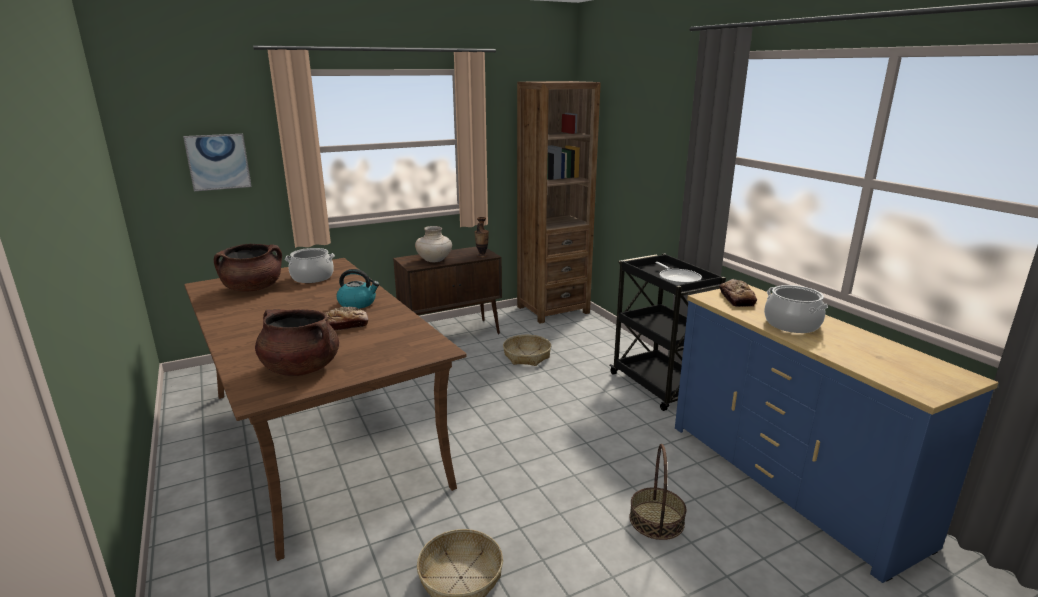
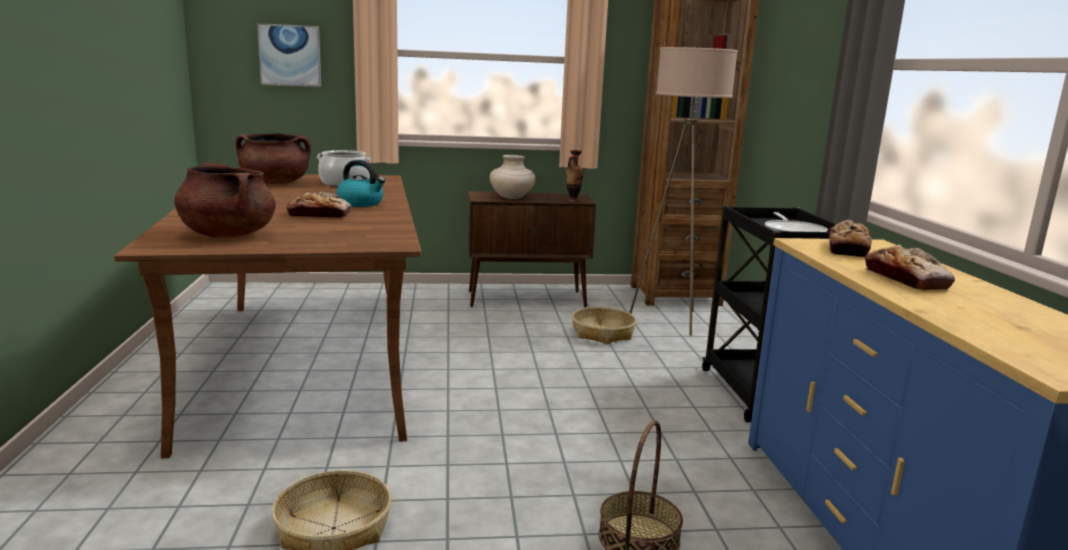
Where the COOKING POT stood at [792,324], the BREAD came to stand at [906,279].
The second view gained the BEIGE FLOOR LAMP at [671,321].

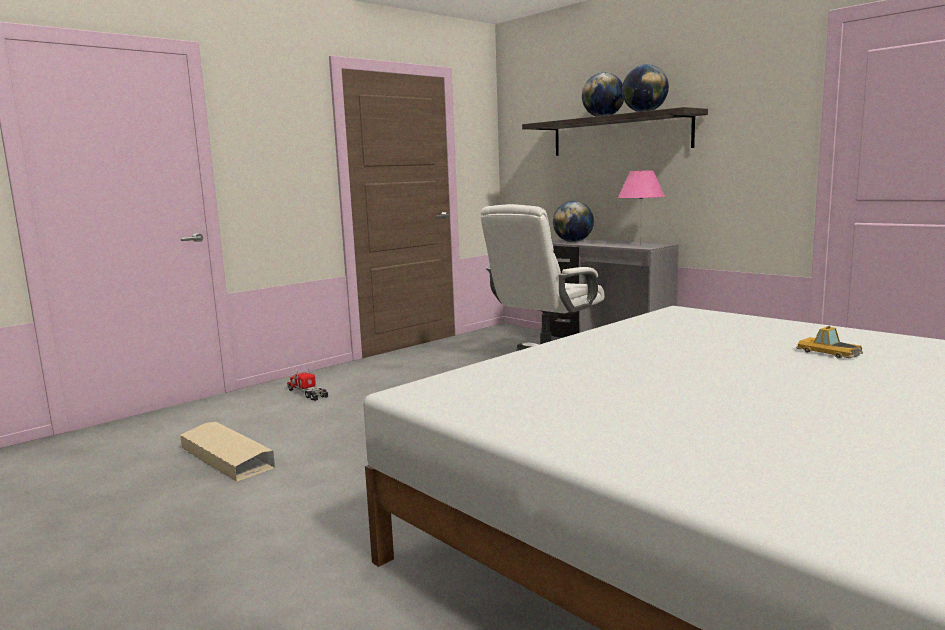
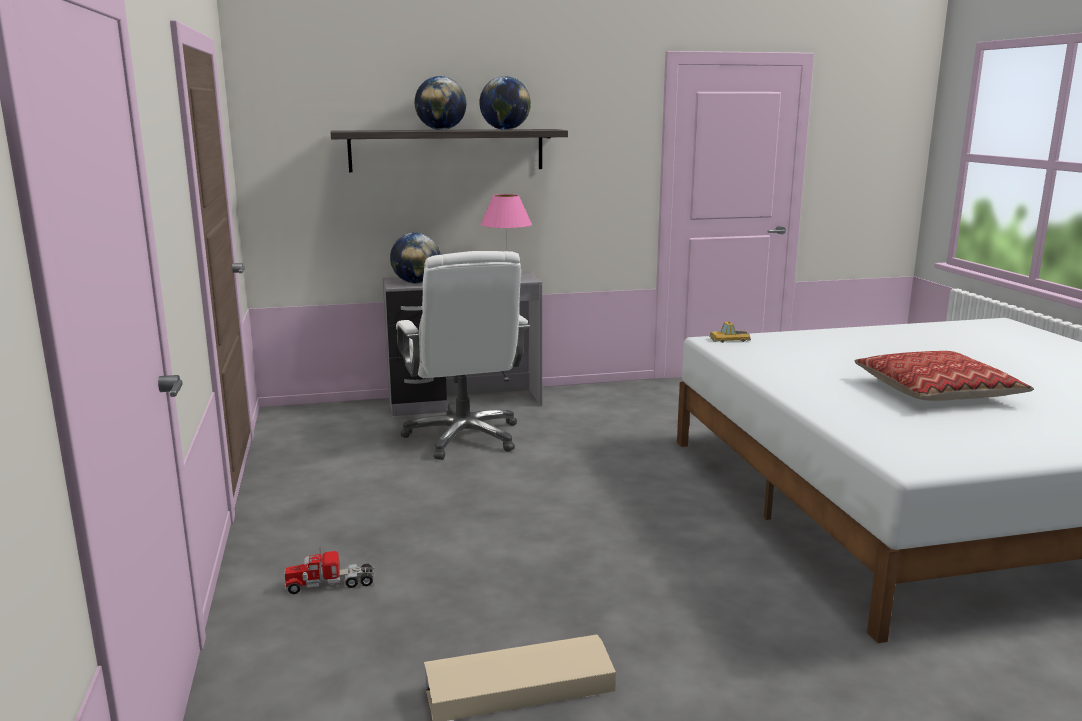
The TOY CAR ended up elsewhere, having gone from [828,352] to [729,339].
The second view gained the PILLOW at [937,391].

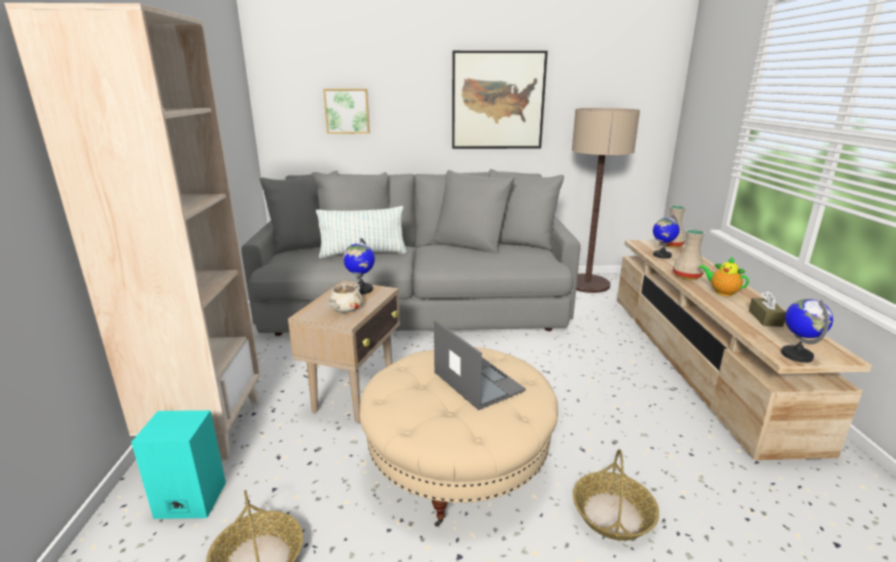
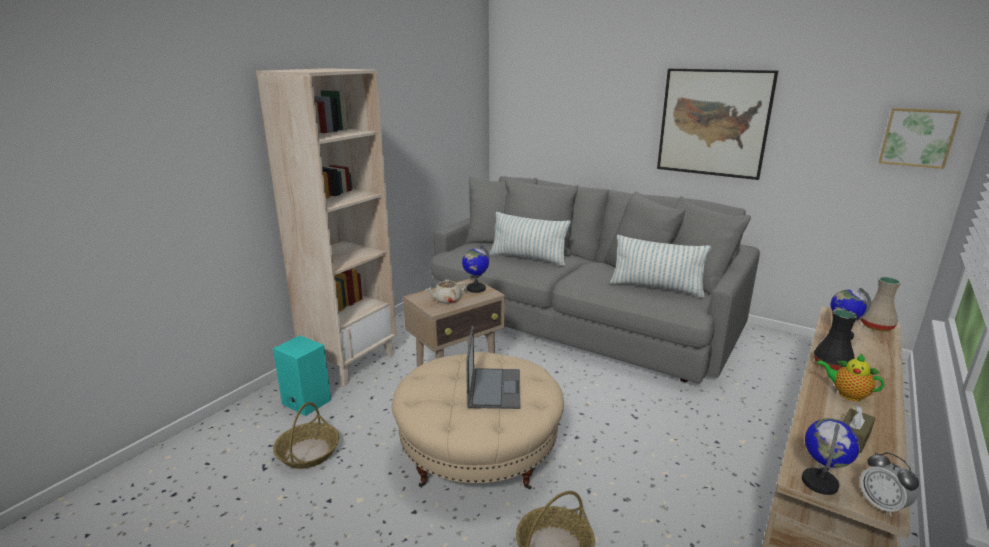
The PICTURE ended up elsewhere, having gone from [347,111] to [917,137].
The second view lost the FLOOR LAMP at [587,284].
What was the BEIGE VASE at [686,276] turned into the BLACK VASE at [831,365].
The TEAPOT at [721,292] ended up facing another way, 45 degrees counterclockwise from before.
The second view gained the PILLOW at [656,288].
The second view gained the ALARM CLOCK at [881,505].

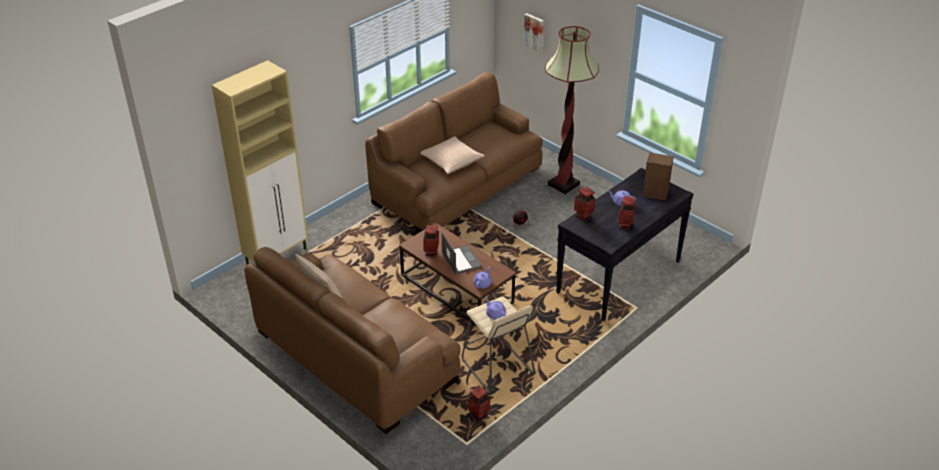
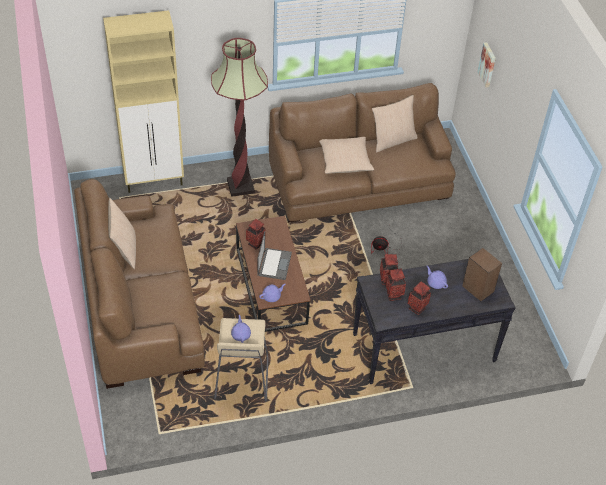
The FLOOR LAMP ended up elsewhere, having gone from [563,184] to [240,187].
The VASE ended up elsewhere, having gone from [479,415] to [393,295].
The second view gained the BEIGE PILLOW at [392,140].

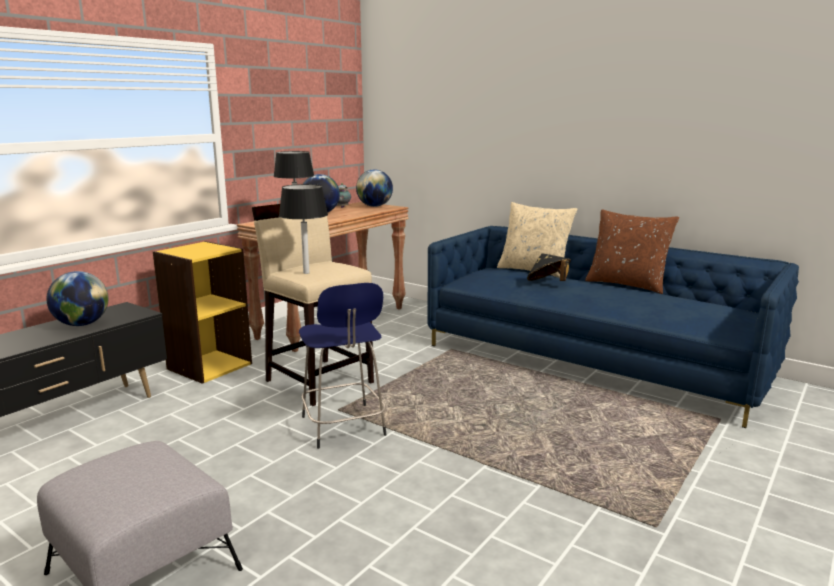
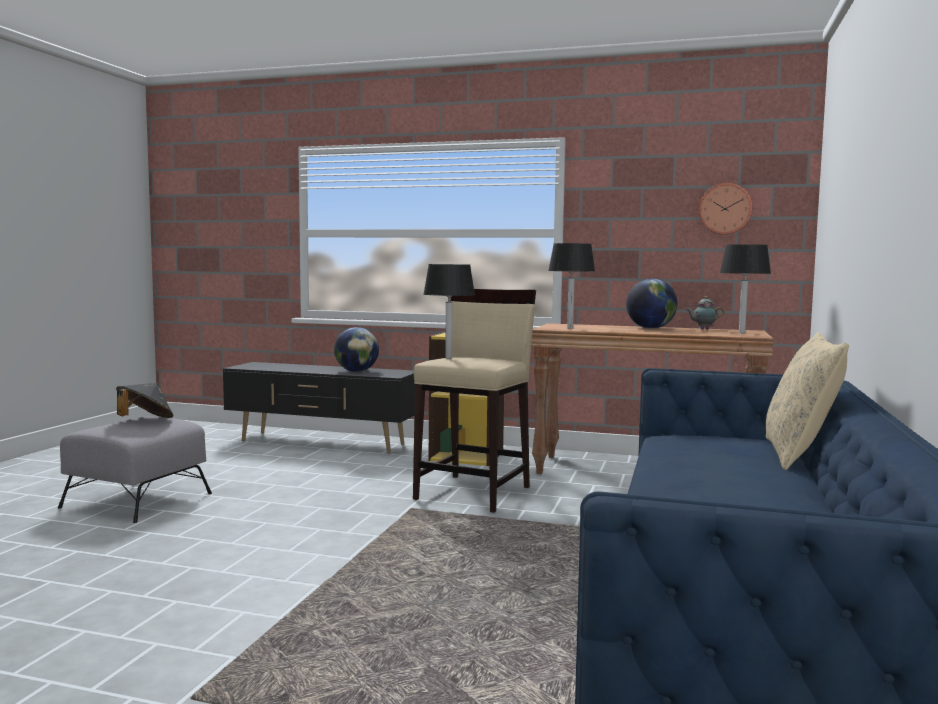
Where the GLOBE stood at [374,206], the BLACK TABLE LAMP came to stand at [741,333].
The second view lost the BROWN PILLOW at [627,284].
The BLACK HAT ended up elsewhere, having gone from [548,283] to [145,421].
The second view lost the BLUE STOOL at [344,427].
The second view gained the WALL CLOCK at [725,209].

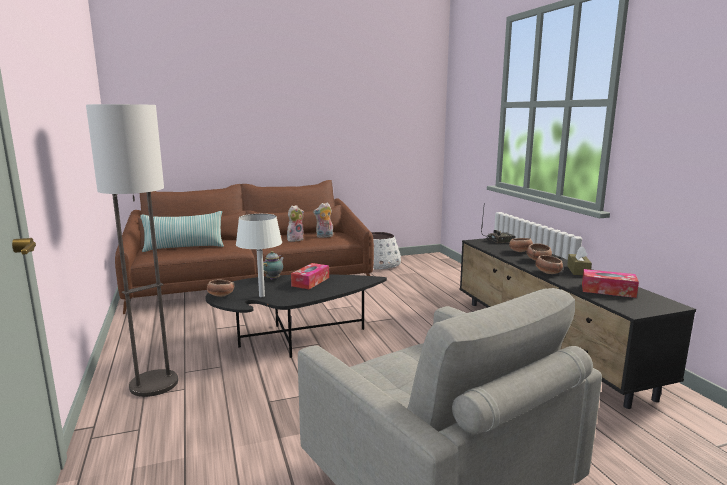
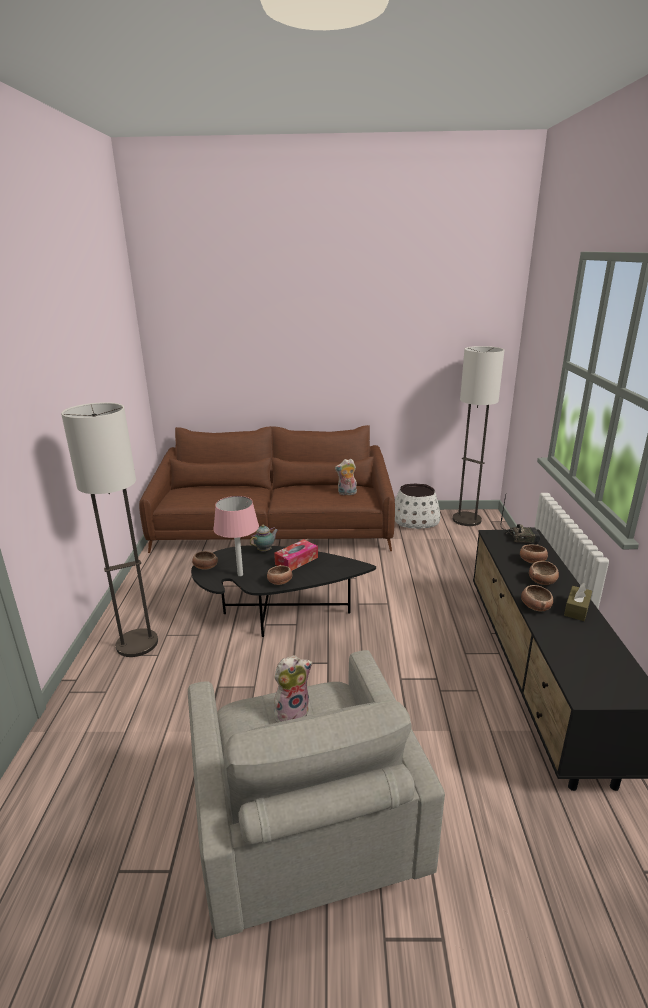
The PLUSH TOY ended up elsewhere, having gone from [295,239] to [292,711].
The second view lost the PILLOW at [184,248].
What was the WHITE TABLE LAMP at [261,296] turned into the PINK TABLE LAMP at [240,575].
The second view lost the TISSUE BOX at [608,290].
The second view gained the FLOOR LAMP at [467,520].
The second view gained the BOWL at [280,582].

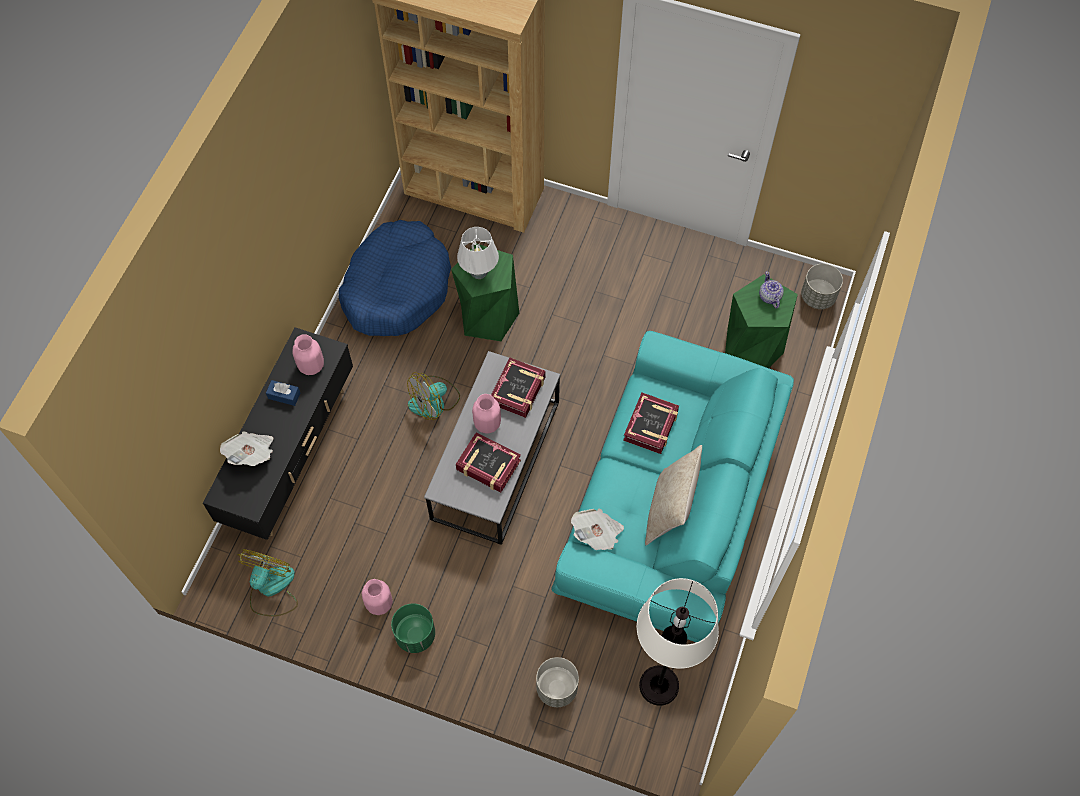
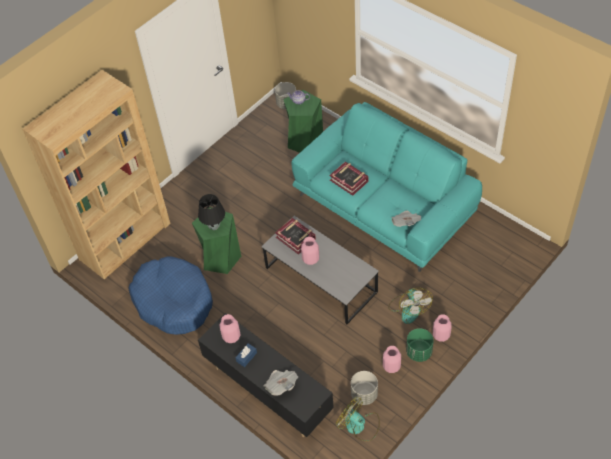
What was the WHITE TABLE LAMP at [479,273] turned into the BLACK TABLE LAMP at [214,226].
The FAN ended up elsewhere, having gone from [434,402] to [408,308].
The second view lost the BOOK at [488,465].
The second view lost the BEIGE PILLOW at [669,510].
The second view lost the WHITE FLOOR LAMP at [659,686].
The GREY PLANTER ended up elsewhere, having gone from [557,688] to [364,394].
The second view gained the PINK VASE at [441,335].

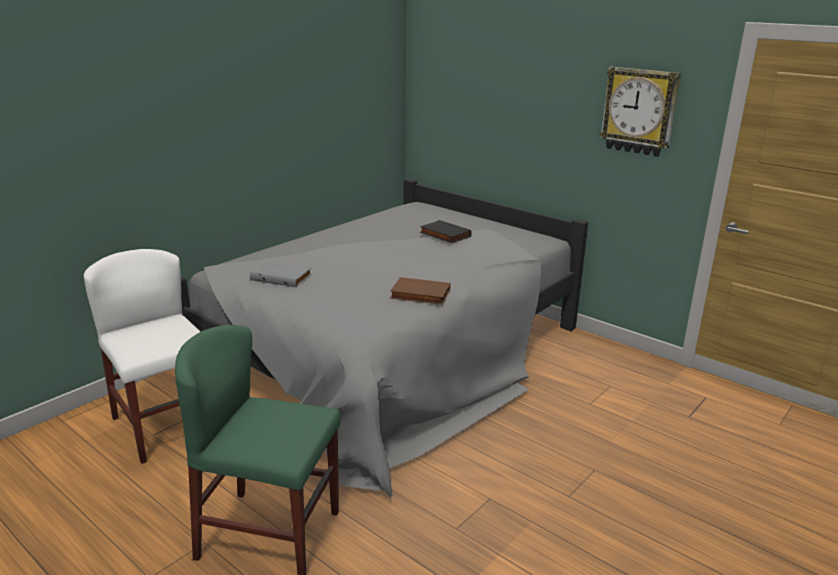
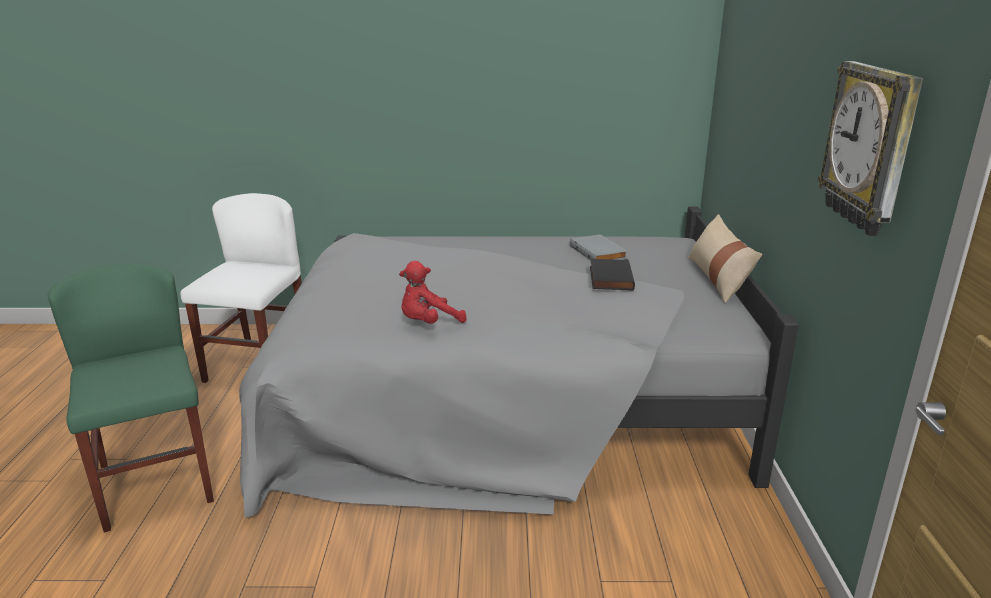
The GREY BOOK ended up elsewhere, having gone from [282,277] to [599,252].
Where the BROWN BOOK stood at [419,295], the RED PLUSH TOY came to stand at [428,323].
The second view gained the BEIGE PILLOW at [718,279].

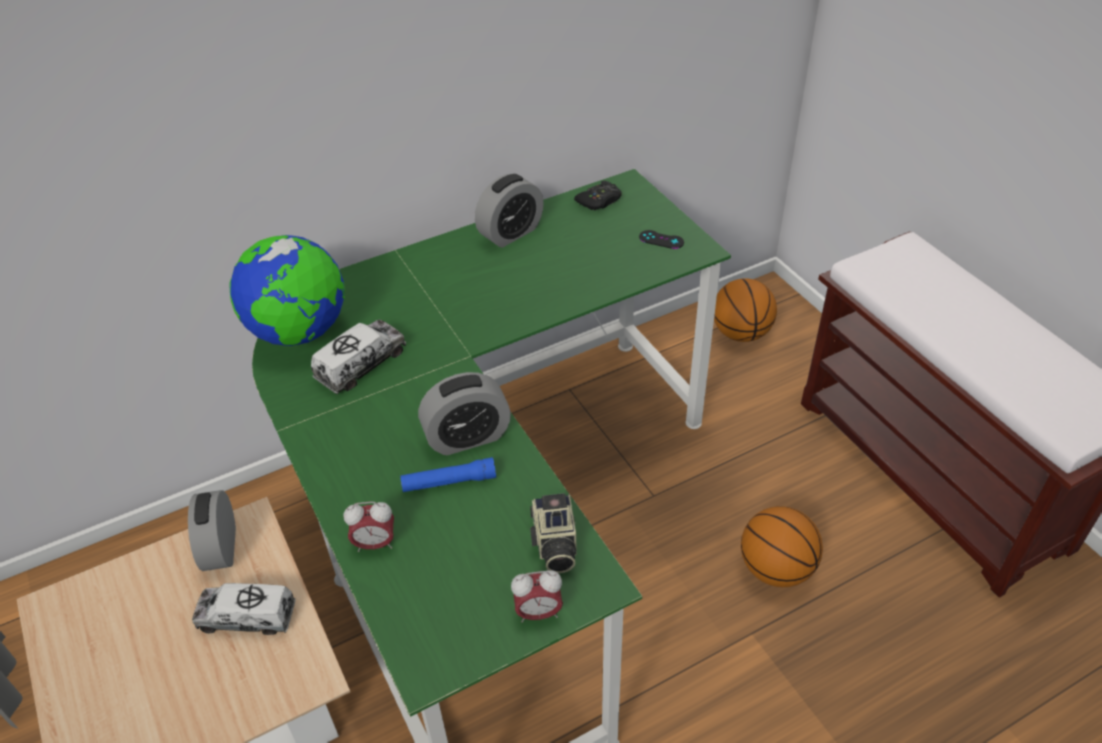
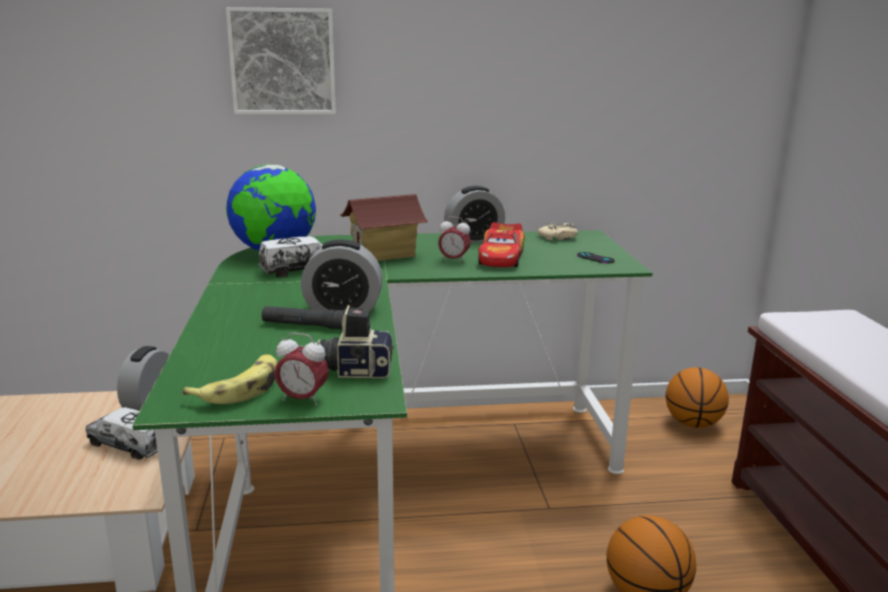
What was the BLACK GAME CONTROLLER at [599,201] turned into the BEIGE GAME CONTROLLER at [558,237].
What was the BLUE FLASHLIGHT at [449,482] turned into the BLACK FLASHLIGHT at [304,325].
The PHOTO CAMERA at [554,545] ended up facing another way, 75 degrees clockwise from before.
The ALARM CLOCK ended up elsewhere, having gone from [375,544] to [453,260].
The second view gained the PICTURE at [283,61].
The second view gained the TOY HOUSE at [384,254].
The second view gained the TOY CAR at [502,258].
The second view gained the BANANA at [240,388].

